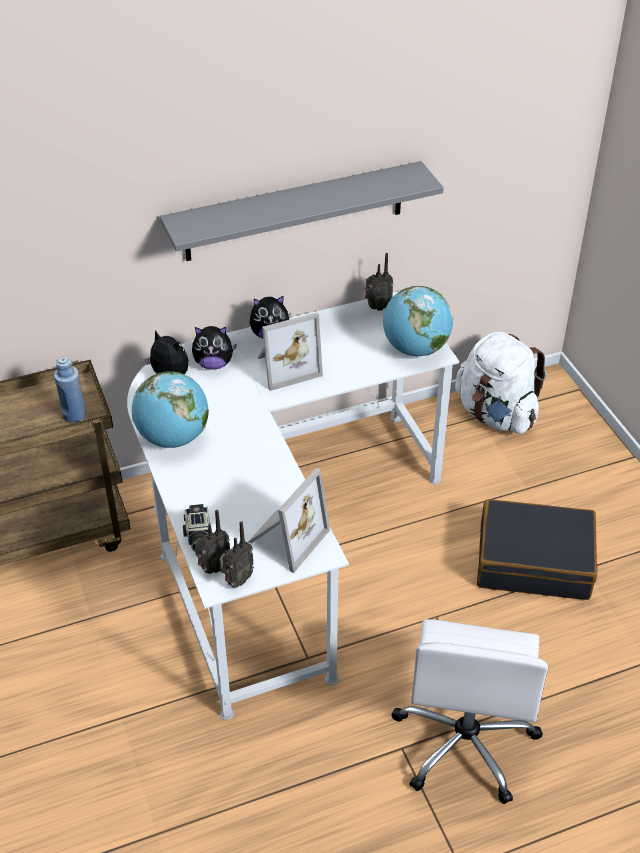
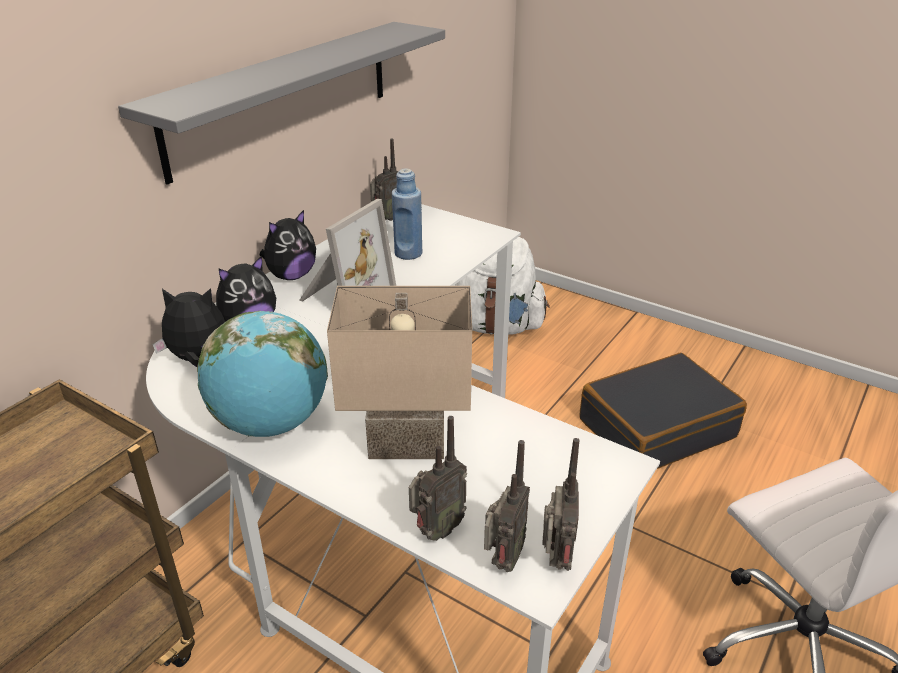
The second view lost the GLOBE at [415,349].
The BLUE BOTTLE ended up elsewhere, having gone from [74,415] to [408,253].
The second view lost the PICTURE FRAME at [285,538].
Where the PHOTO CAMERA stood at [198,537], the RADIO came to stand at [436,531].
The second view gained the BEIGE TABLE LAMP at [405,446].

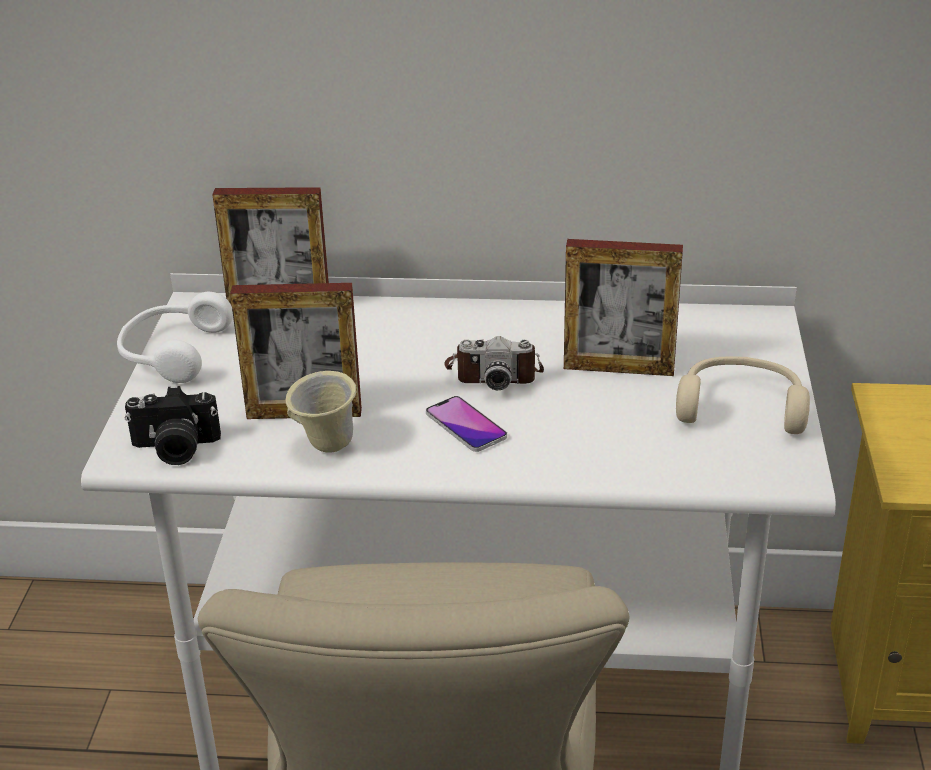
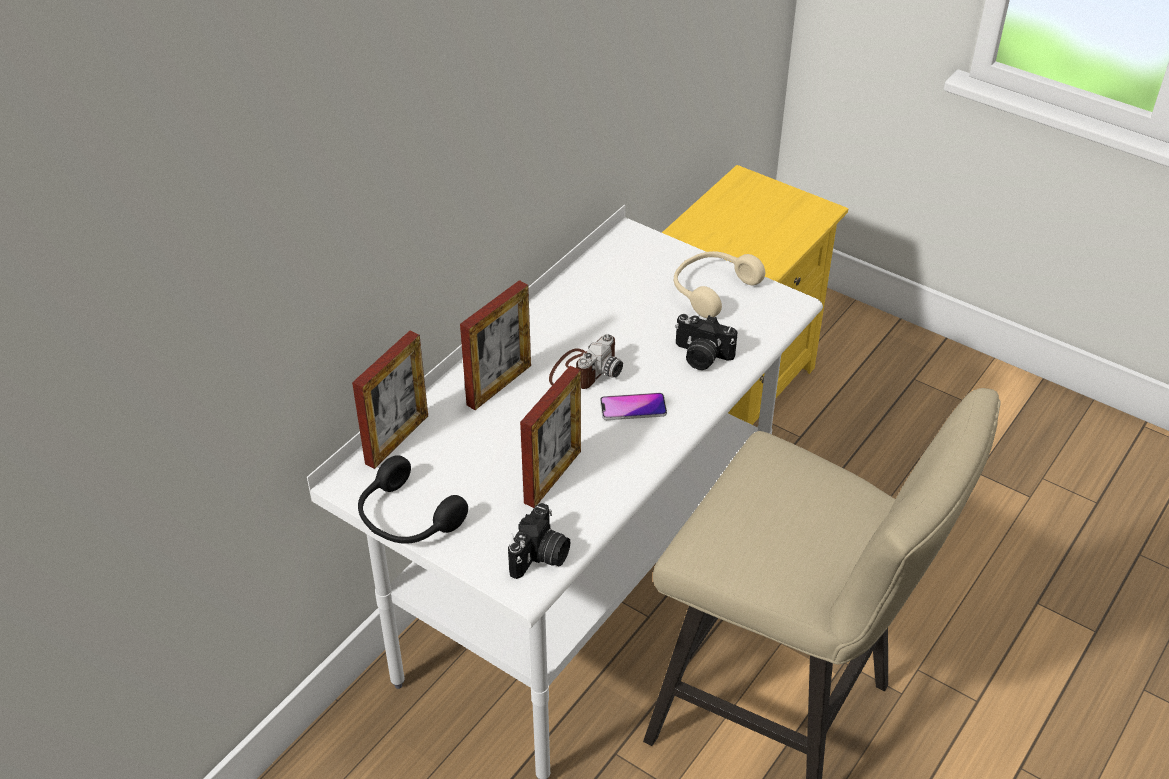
The PICTURE FRAME ended up elsewhere, having gone from [618,368] to [499,385].
What was the WHITE HEADPHONES at [172,352] turned into the BLACK HEADPHONES at [406,519].
The second view lost the BEIGE MUG at [326,447].
The second view gained the PHOTO CAMERA at [701,356].

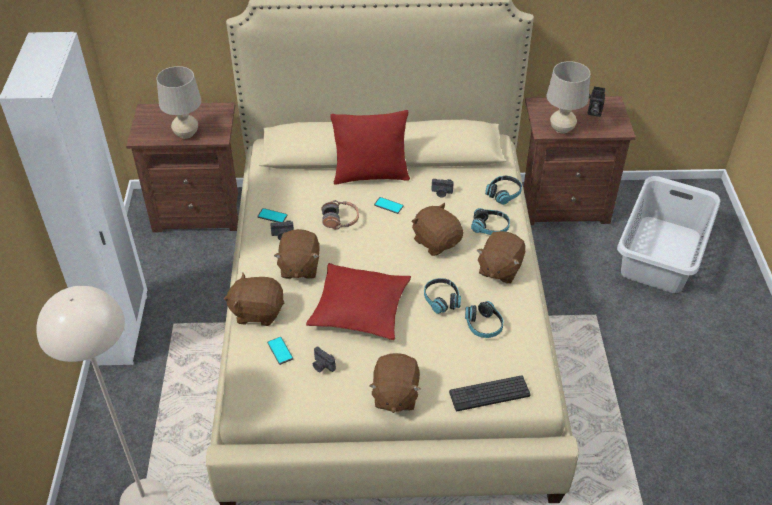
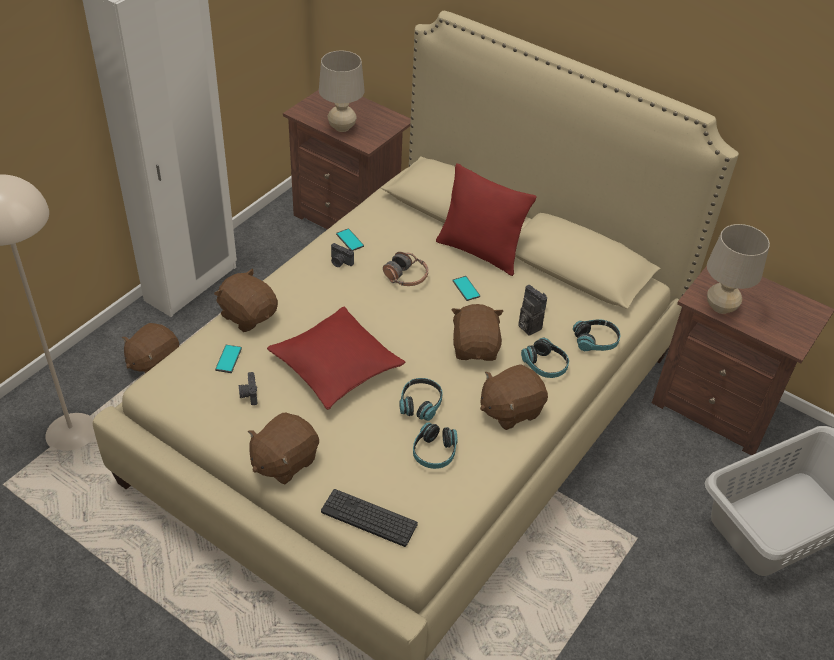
The PHOTO CAMERA ended up elsewhere, having gone from [593,112] to [527,327].
The BROWN PLUSH TOY ended up elsewhere, having gone from [299,267] to [153,361].

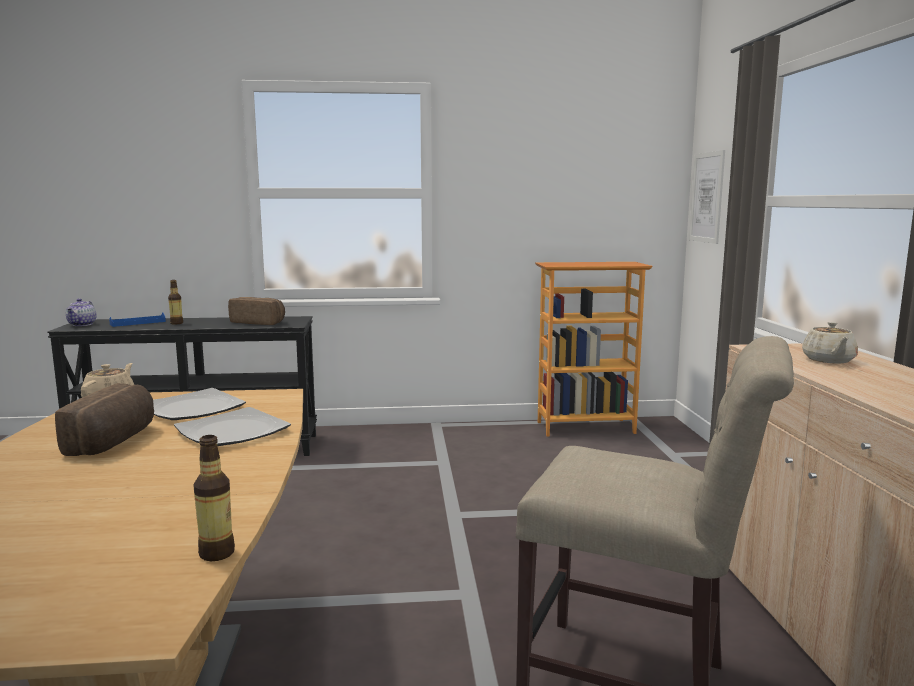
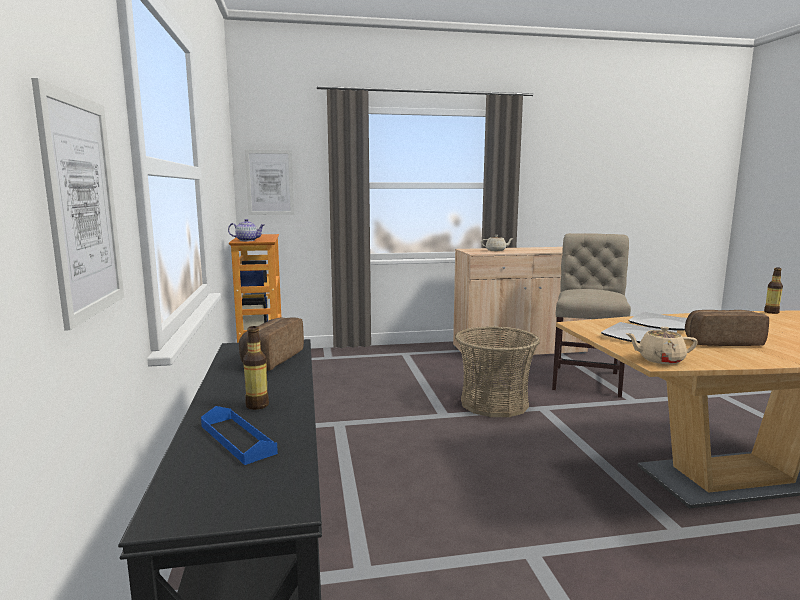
The TEAPOT ended up elsewhere, having gone from [82,324] to [247,240].
The second view gained the PICTURE at [83,207].
The second view gained the BASKET at [494,403].

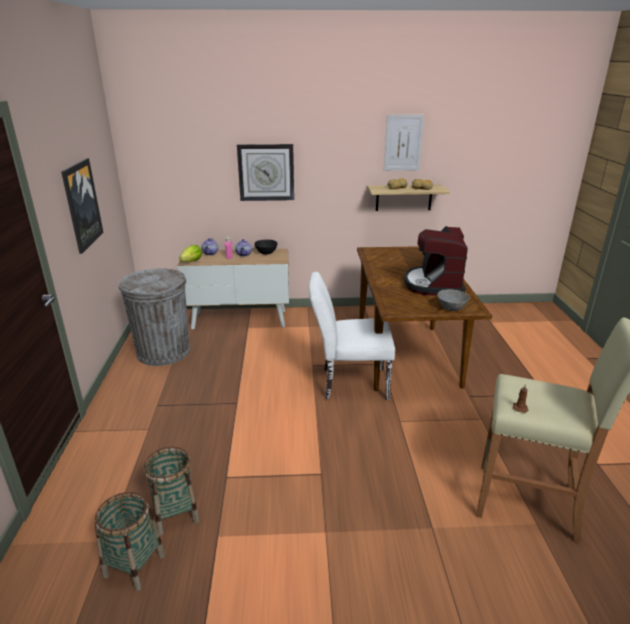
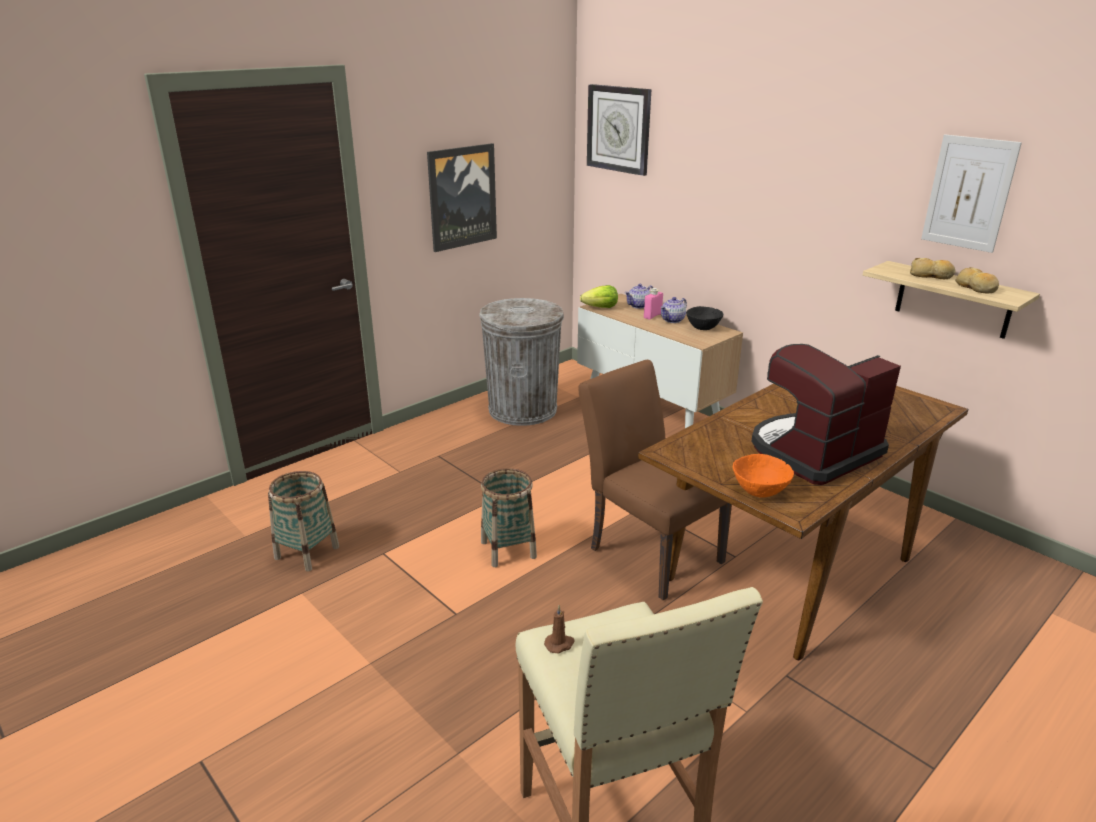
The WALL CLOCK ended up elsewhere, having gone from [266,172] to [619,129].
What was the WHITE CHAIR at [348,383] turned into the BROWN CHAIR at [648,550].
What was the GREY BOWL at [451,308] turned into the ORANGE BOWL at [759,491].
The BASKET ended up elsewhere, having gone from [134,565] to [508,549].

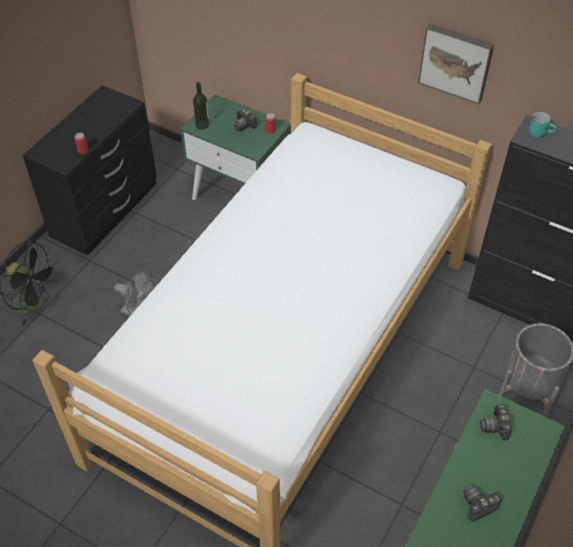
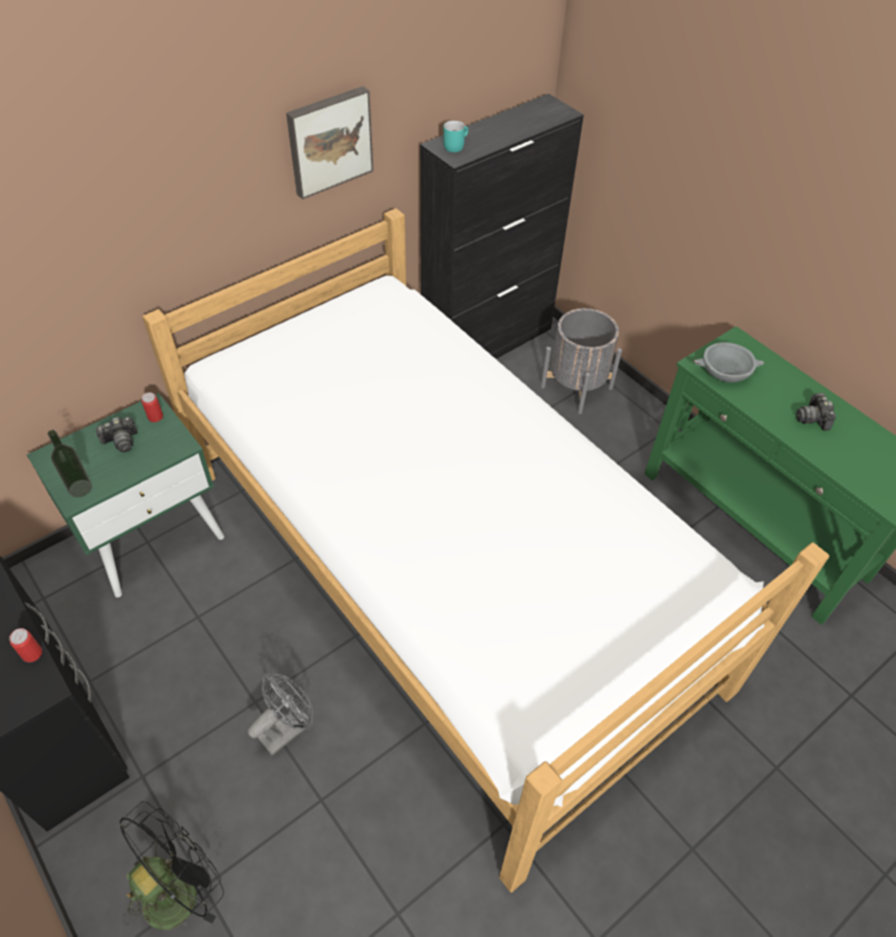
Where the PHOTO CAMERA stood at [495,426], the GREY BOWL came to stand at [725,371].

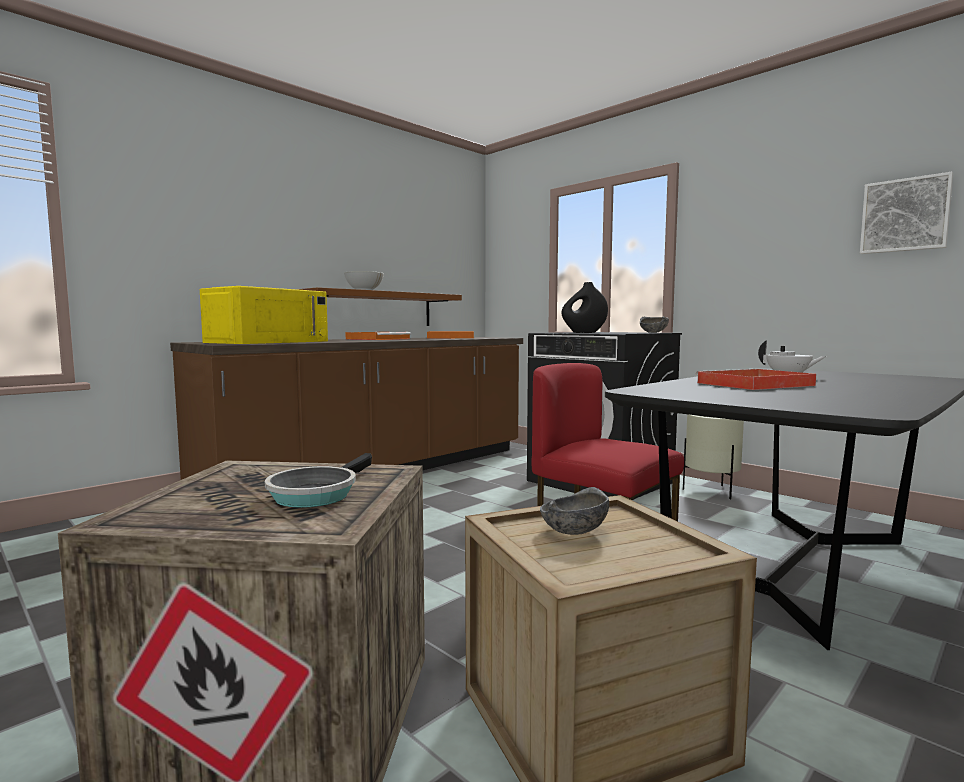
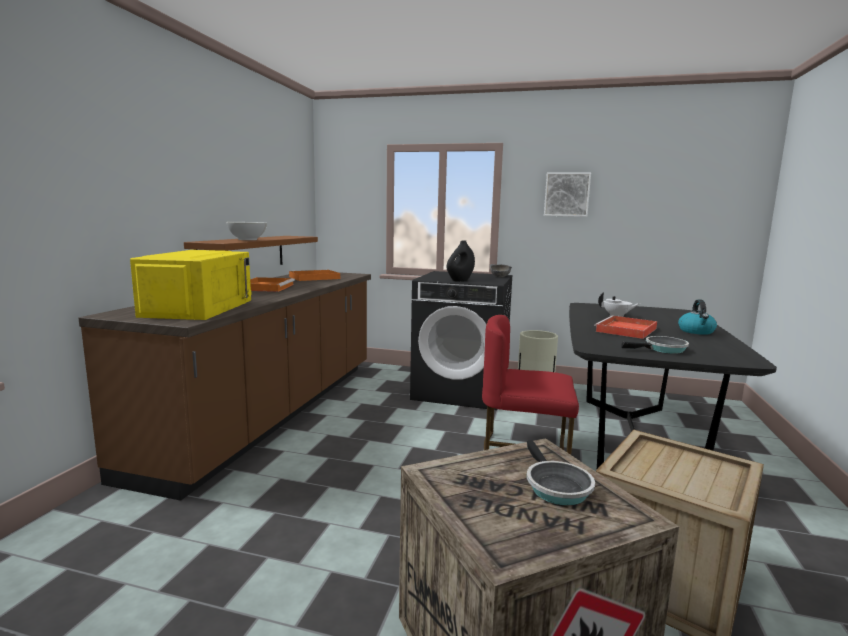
The PICTURE ended up elsewhere, having gone from [905,215] to [566,194].
The second view lost the GREY BOWL at [572,532].
The second view gained the KETTLE at [696,331].
The second view gained the FRYING PAN at [662,349].

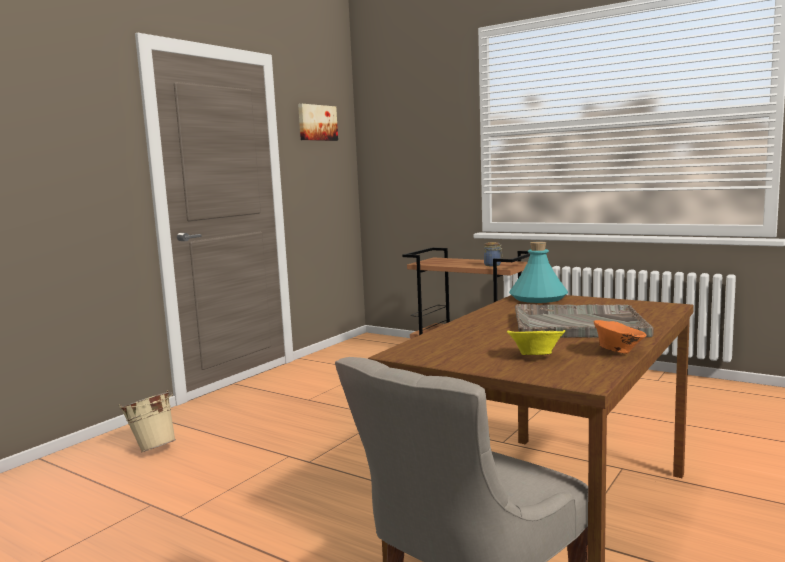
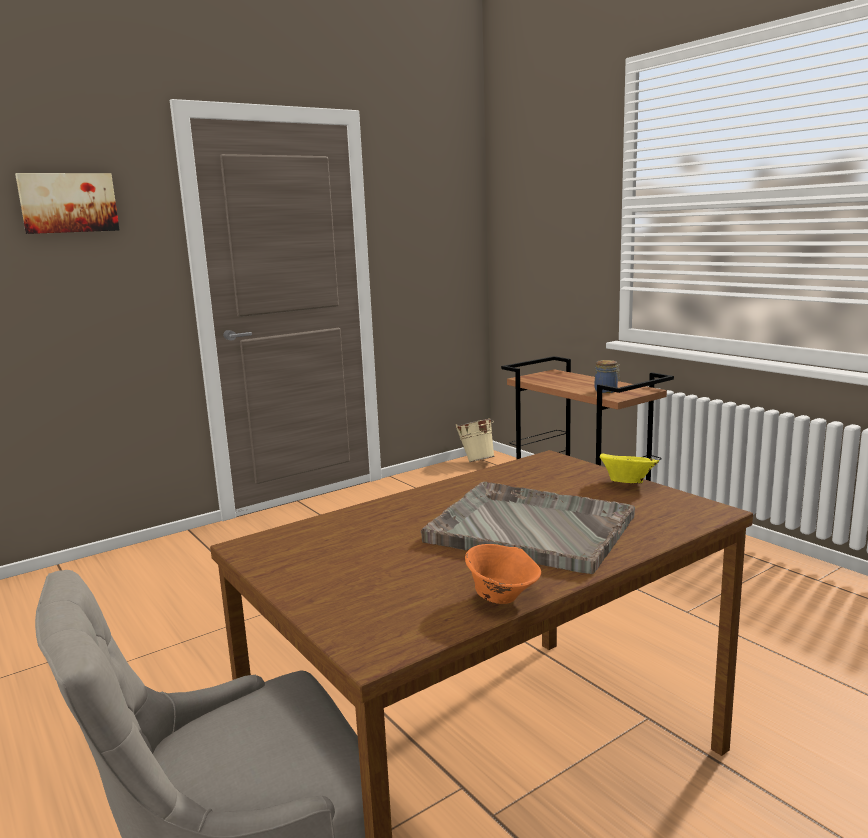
The PICTURE ended up elsewhere, having gone from [317,123] to [68,203].
The second view lost the TURQUOISE BOTTLE at [538,298].
The YELLOW BOWL ended up elsewhere, having gone from [535,356] to [626,483].
The BEIGE BUCKET ended up elsewhere, having gone from [153,448] to [476,461].

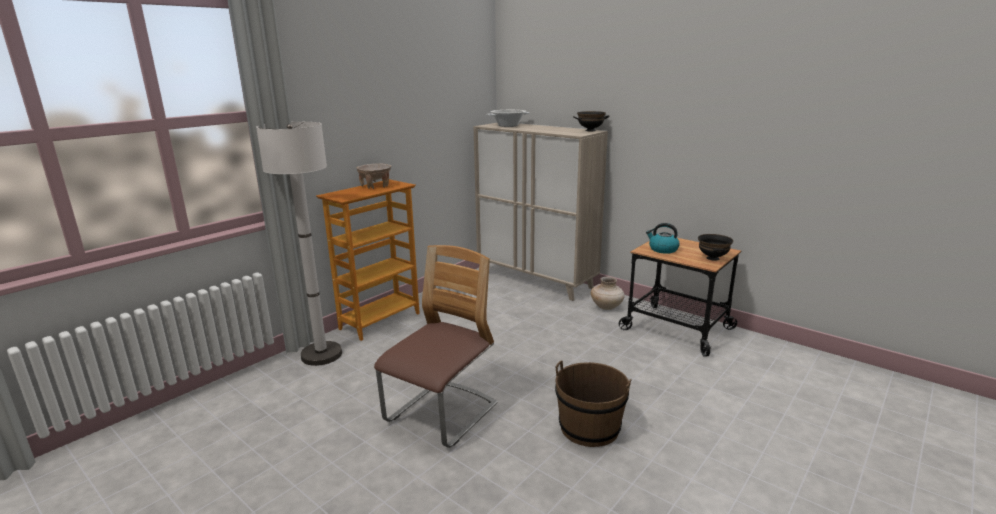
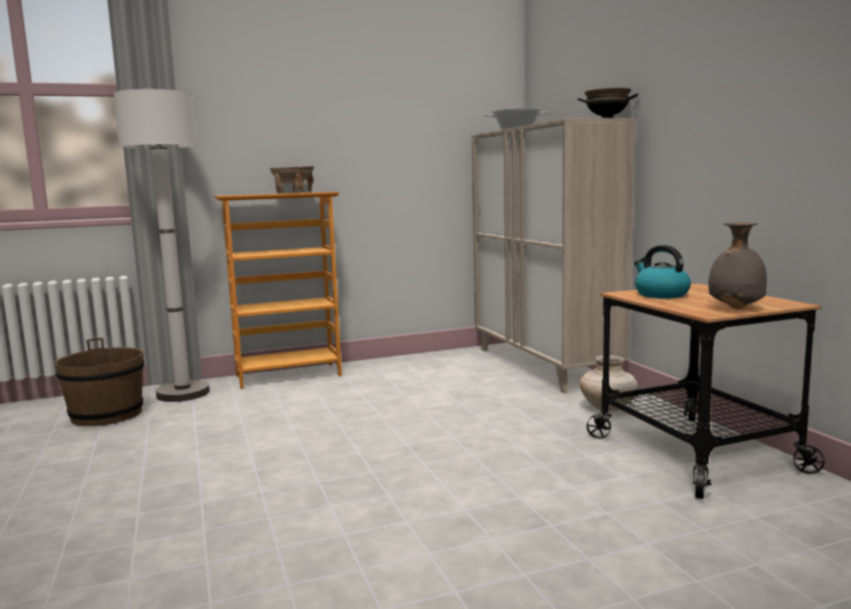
Where the BLACK BOWL stood at [712,258], the GREY VASE came to stand at [735,308].
The second view lost the CHAIR at [441,414].
The BROWN BUCKET ended up elsewhere, having gone from [589,427] to [107,415].

